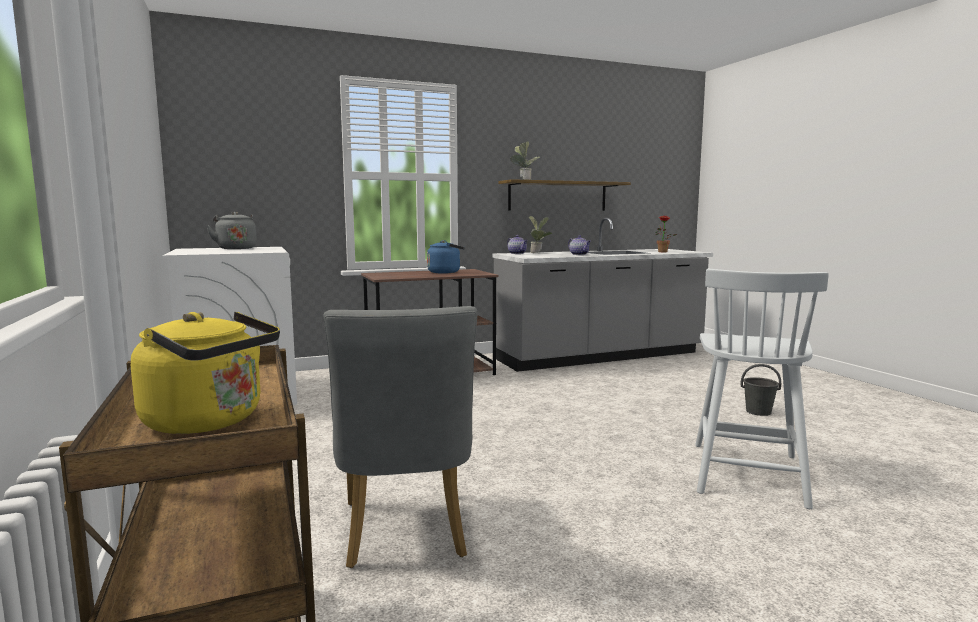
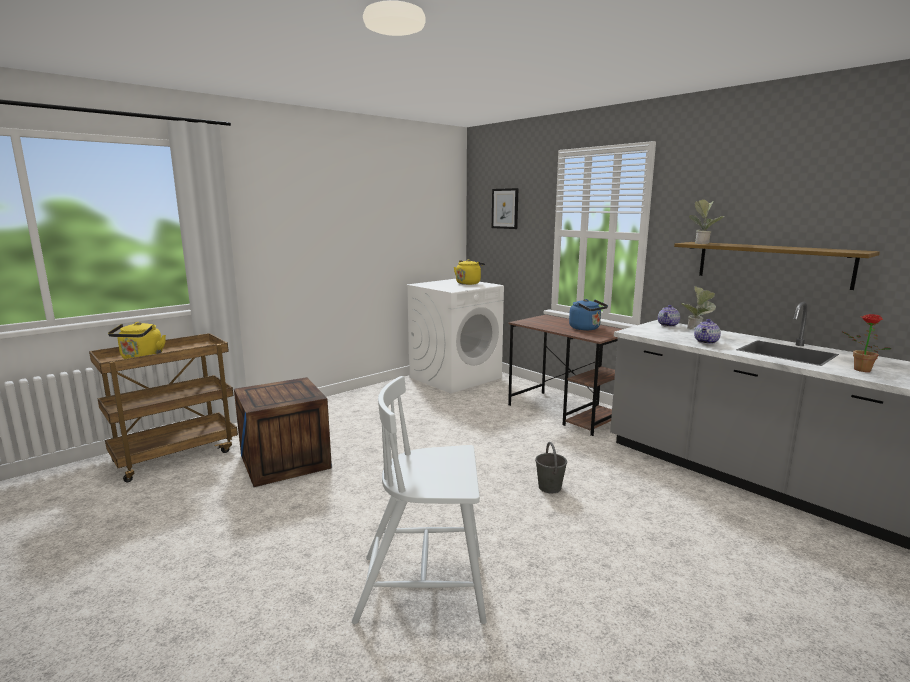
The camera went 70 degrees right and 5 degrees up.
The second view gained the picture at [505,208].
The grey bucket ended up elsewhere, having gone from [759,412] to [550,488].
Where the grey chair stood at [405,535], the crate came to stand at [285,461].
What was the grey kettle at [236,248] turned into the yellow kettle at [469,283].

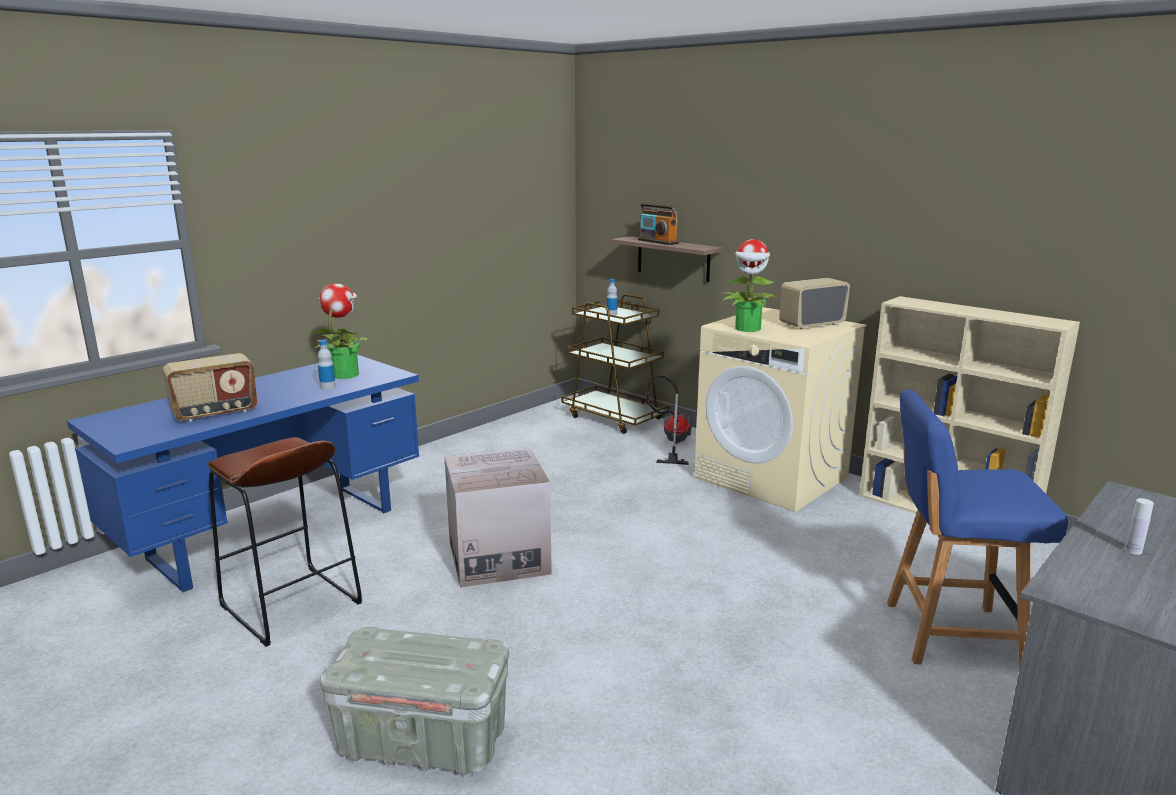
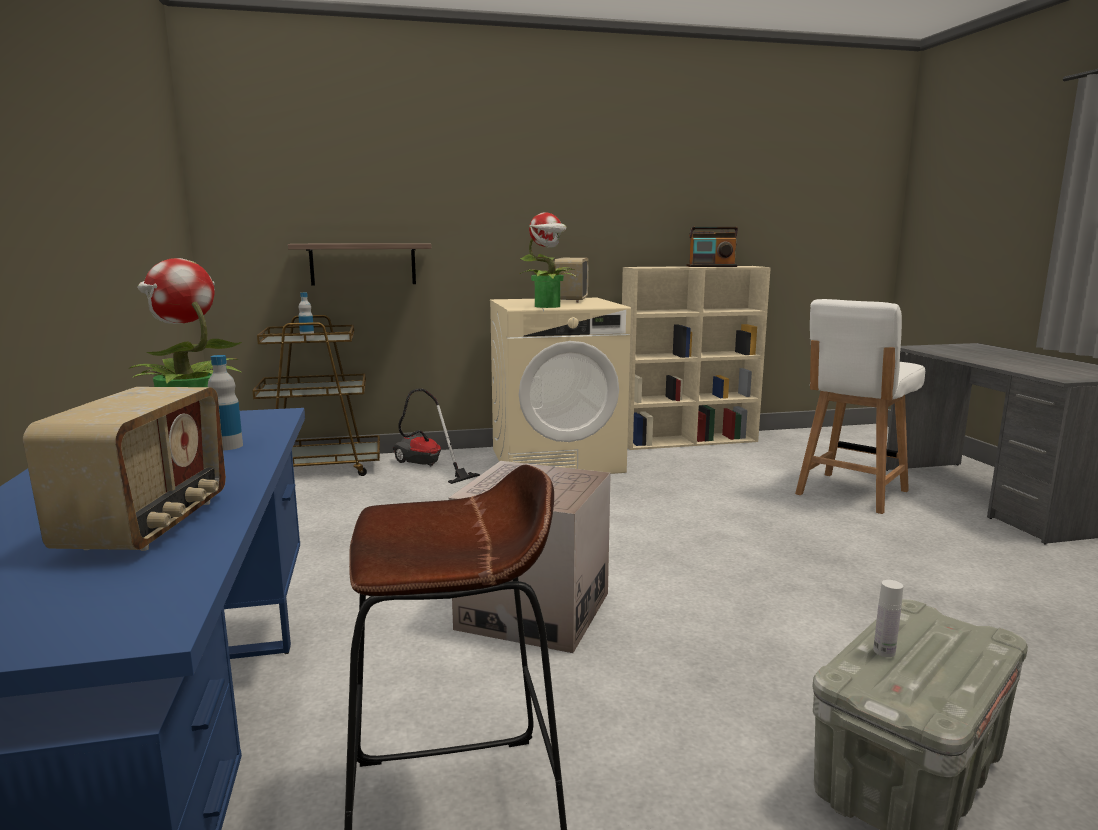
The camera went 55 degrees left and 5 degrees down.
The radio ended up elsewhere, having gone from [658,242] to [711,266].
The white bottle ended up elsewhere, having gone from [1133,550] to [884,651].
What was the blue chair at [949,634] turned into the white chair at [850,493].

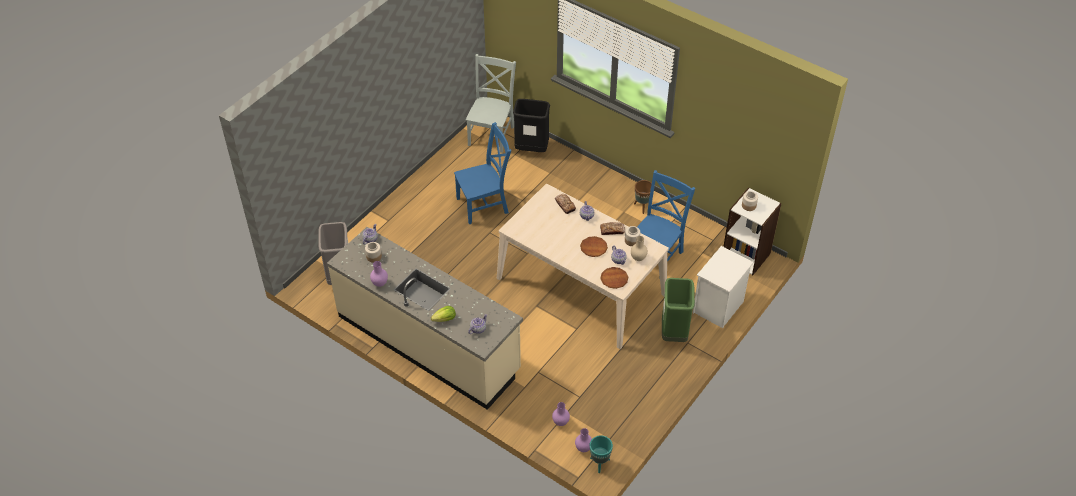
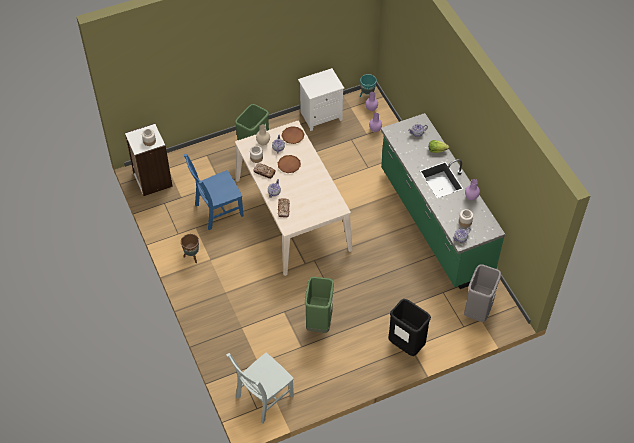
The camera went 150 degrees left and 5 degrees up.
The black trash can ended up elsewhere, having gone from [531,149] to [406,345].
The white nightstand ended up elsewhere, having gone from [718,308] to [321,115].
Where the blue chair stood at [484,205], the green trash can came to stand at [319,322].
What was the beige counter at [429,343] turned into the green counter at [434,223].

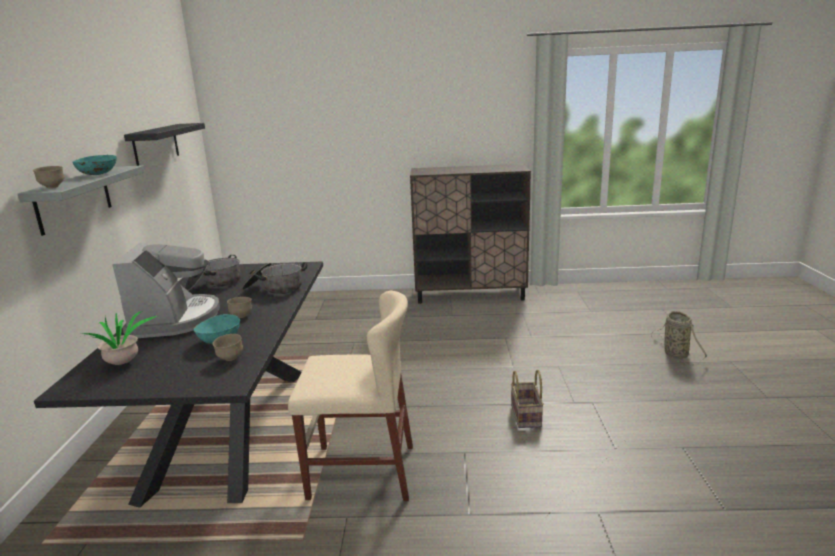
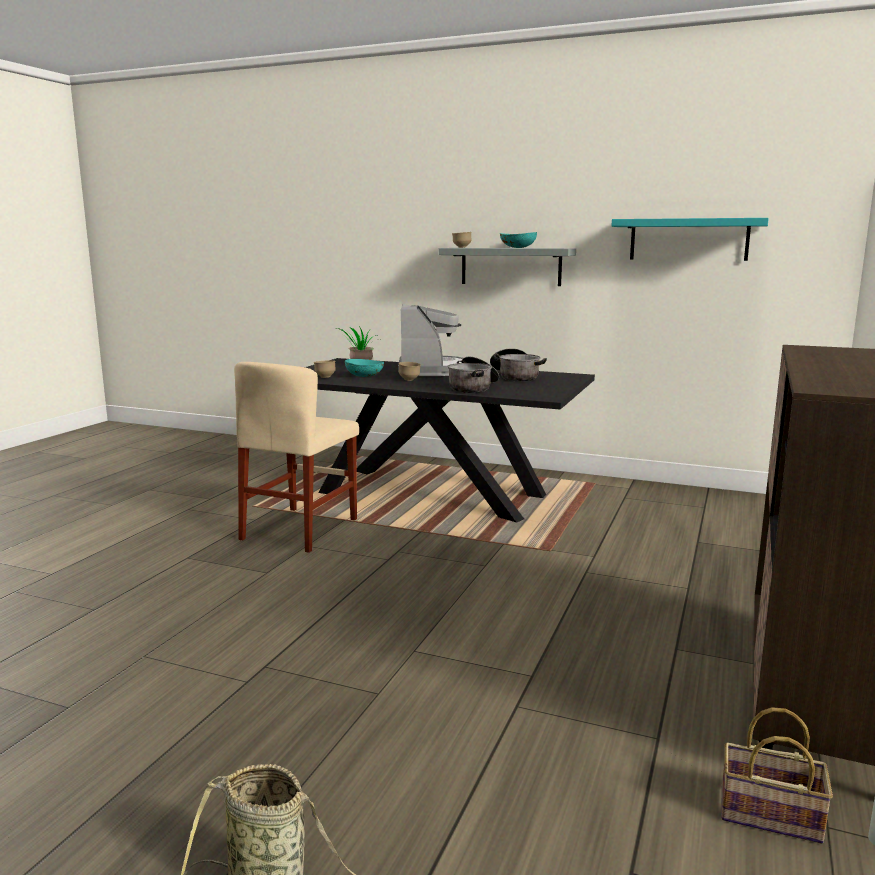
The camera went 110 degrees right and 5 degrees down.
The basket ended up elsewhere, having gone from [527,416] to [767,816].
What was the black shelf at [156,145] turned into the turquoise shelf at [688,239].
The coffee machine at [175,319] ended up facing another way, 105 degrees counterclockwise from before.

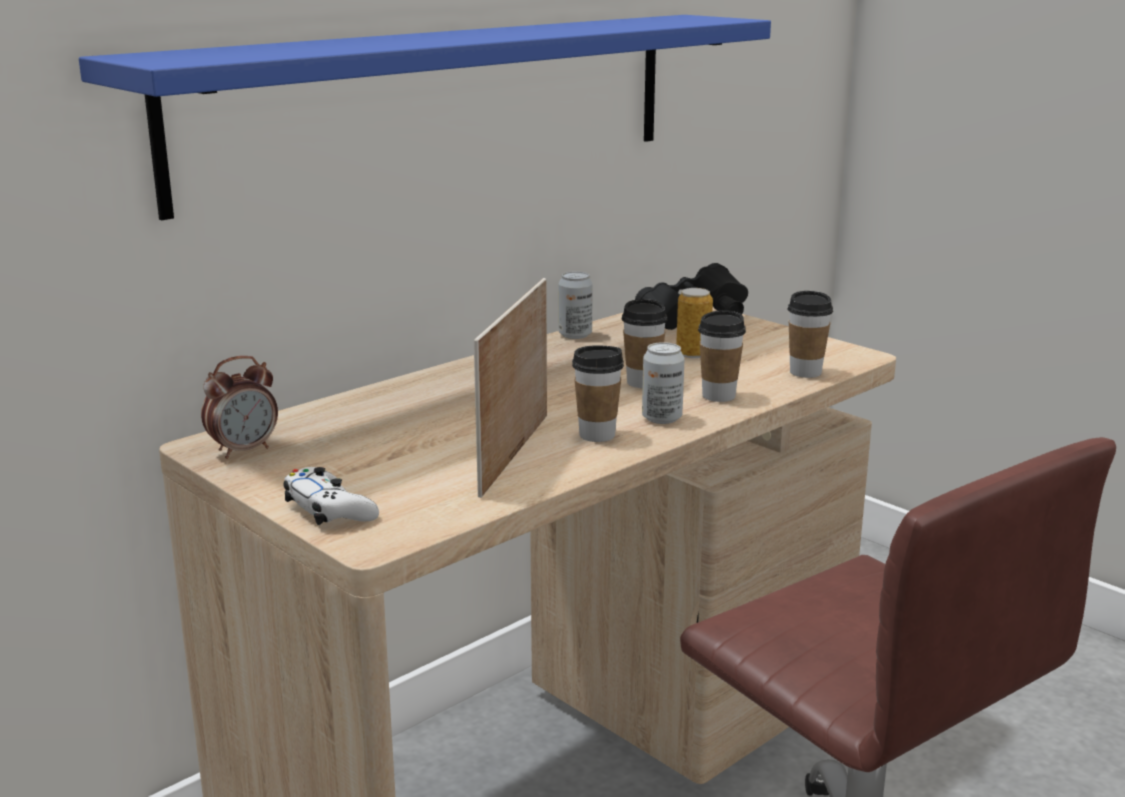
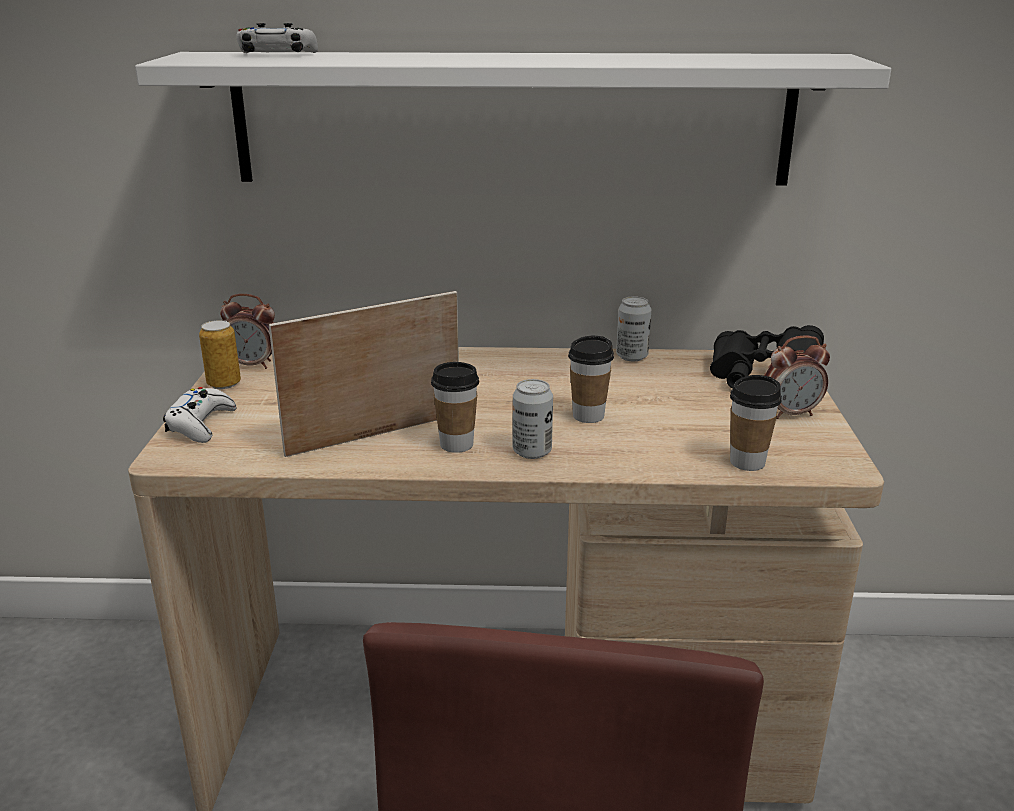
The camera went 45 degrees right and 5 degrees up.
The second view lost the cup at [718,396].
The second view gained the white game controller at [277,54].
The second view gained the alarm clock at [791,414].
The can ended up elsewhere, having gone from [693,354] to [224,384].
What was the blue shelf at [440,104] turned into the white shelf at [512,119].

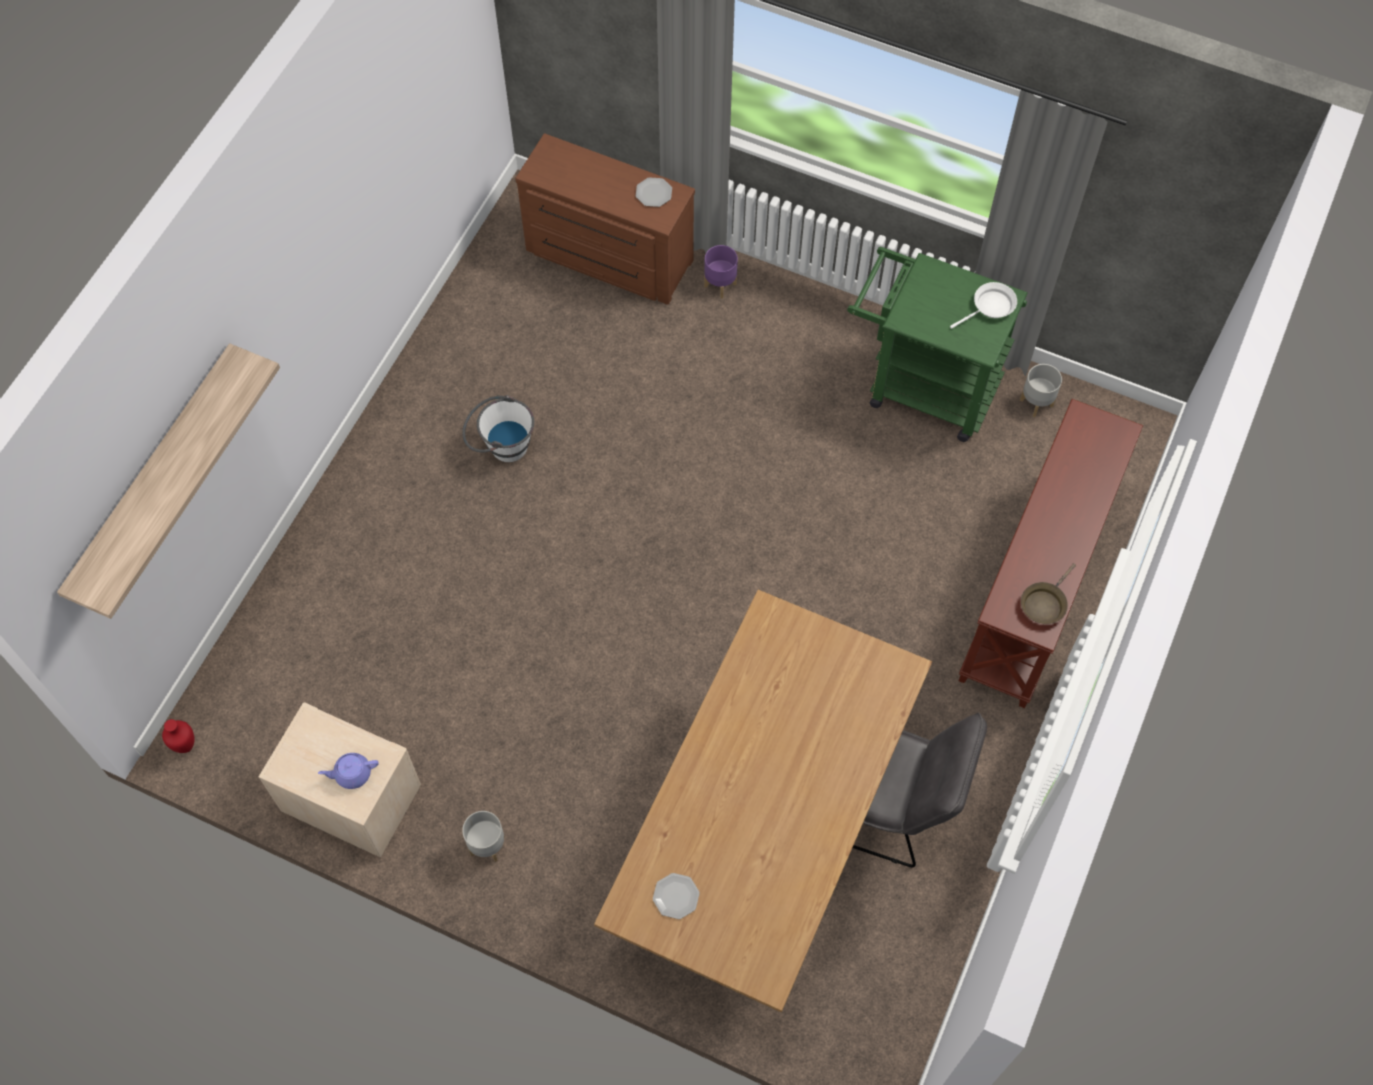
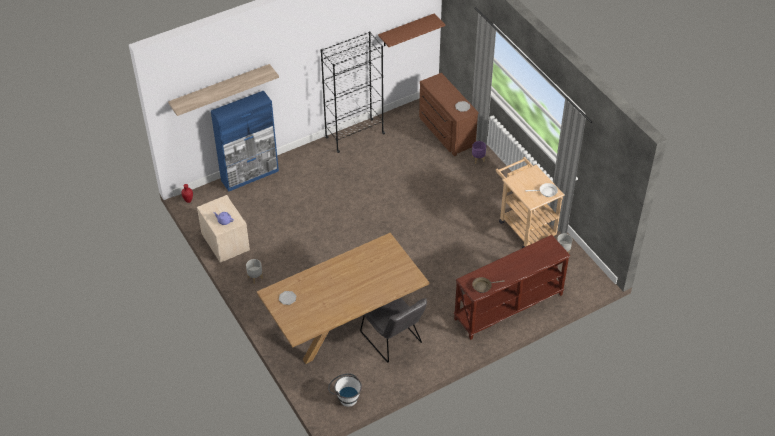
The camera went 35 degrees right and 15 degrees down.
The second view gained the blue cabinet at [250,175].
The second view gained the black bookcase at [354,136].
The second view gained the brown shelf at [406,30].
The white bucket ended up elsewhere, having gone from [501,445] to [345,397].
What was the green cart at [922,385] turned into the beige cart at [524,225].

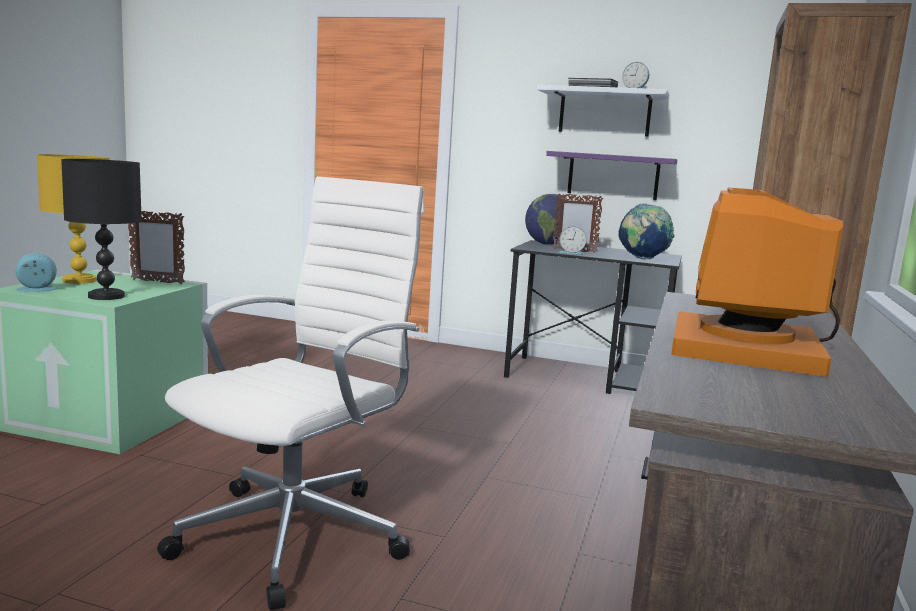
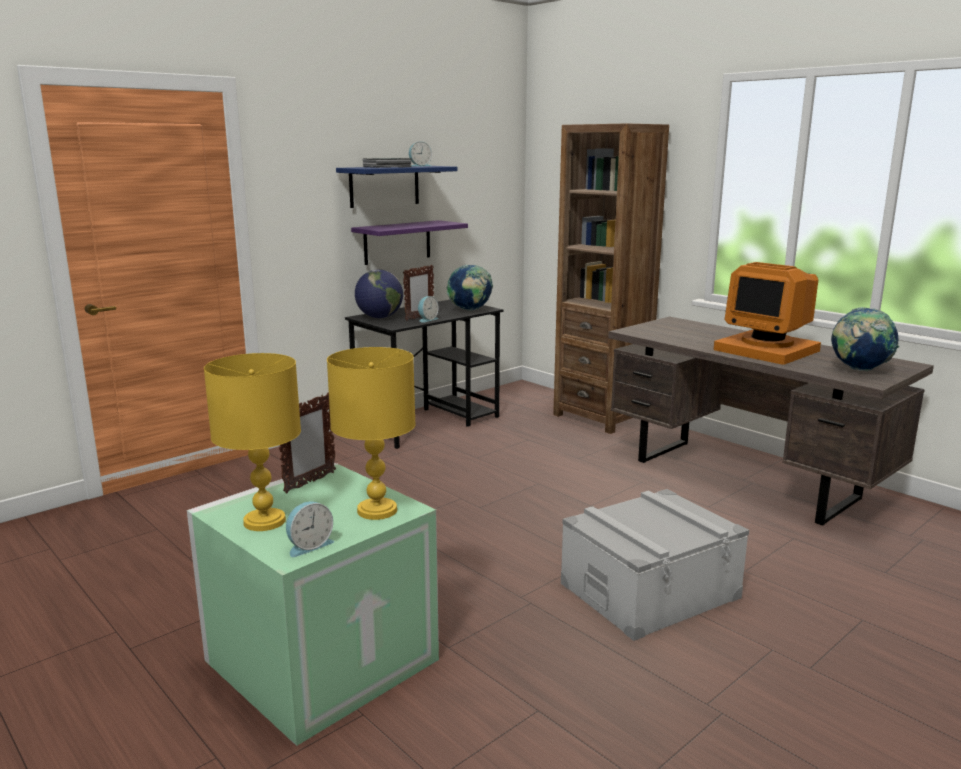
The camera went 60 degrees left and 5 degrees up.
The second view gained the globe at [859,370].
Where the white office chair stood at [298,534], the grey storage box came to stand at [649,590].
What was the black table lamp at [106,296] turned into the yellow table lamp at [376,510].
What was the white shelf at [604,113] turned into the blue shelf at [384,186].
The alarm clock at [37,290] ended up facing another way, 135 degrees counterclockwise from before.

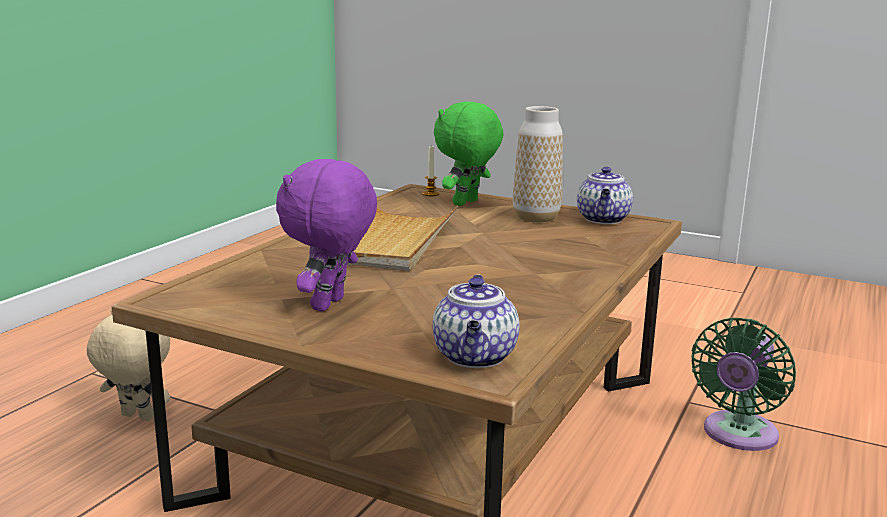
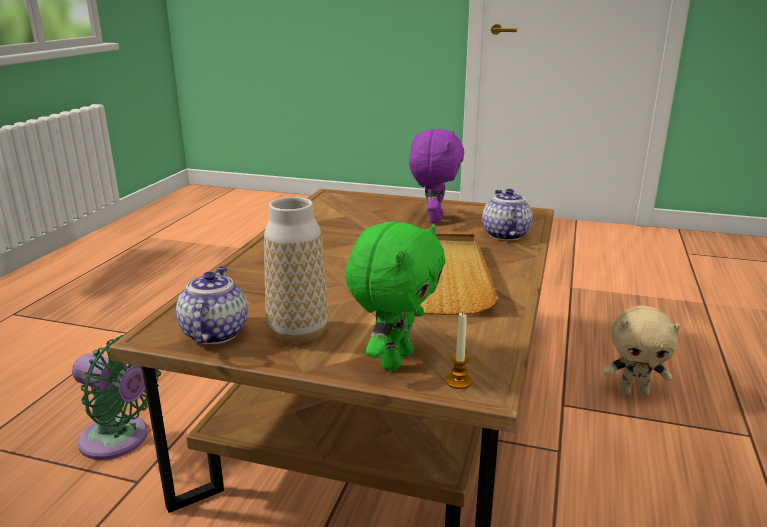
The camera went 170 degrees right and 5 degrees up.
The teapot ended up elsewhere, having gone from [475,357] to [504,234].
The green fan at [737,435] ended up facing another way, 90 degrees clockwise from before.

